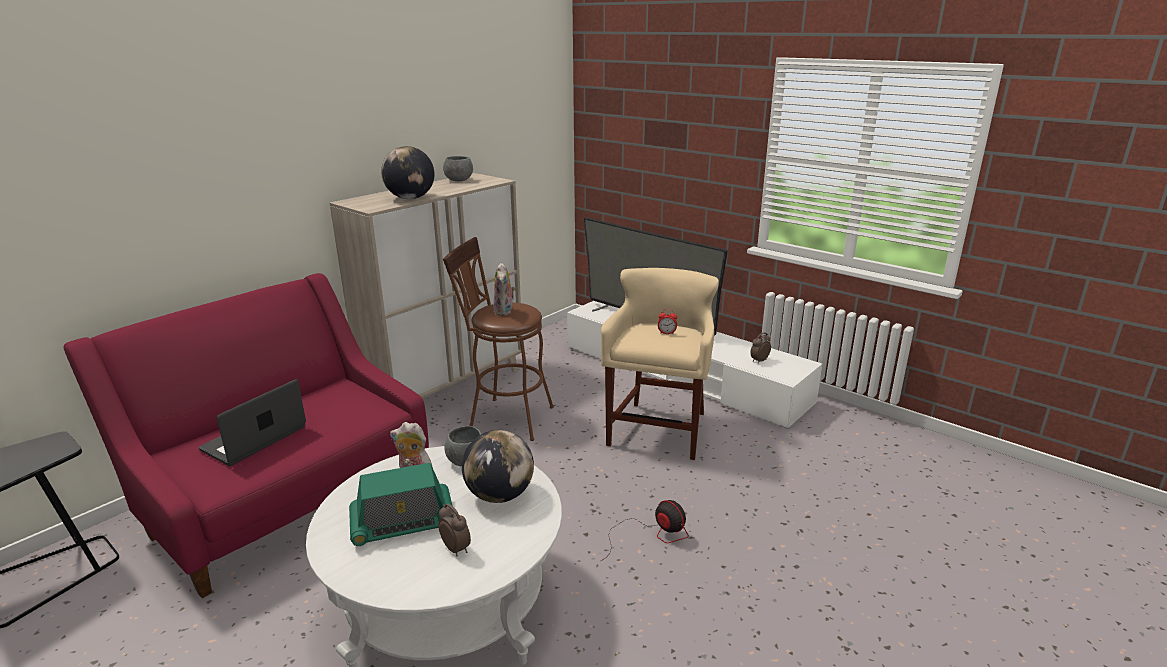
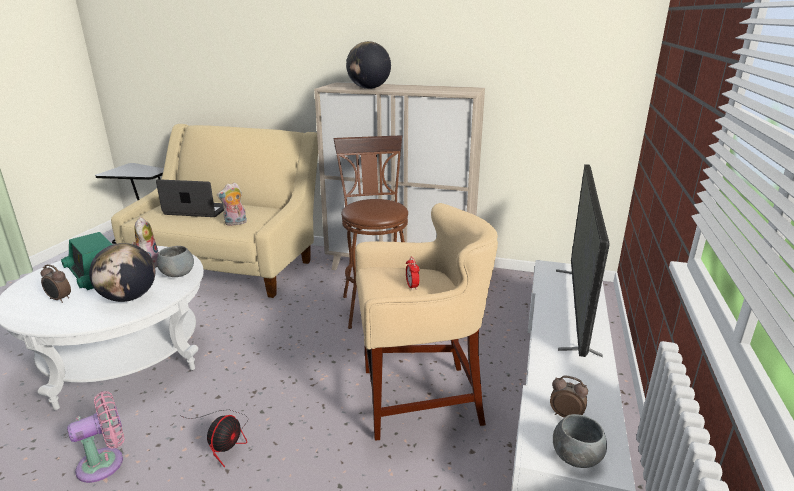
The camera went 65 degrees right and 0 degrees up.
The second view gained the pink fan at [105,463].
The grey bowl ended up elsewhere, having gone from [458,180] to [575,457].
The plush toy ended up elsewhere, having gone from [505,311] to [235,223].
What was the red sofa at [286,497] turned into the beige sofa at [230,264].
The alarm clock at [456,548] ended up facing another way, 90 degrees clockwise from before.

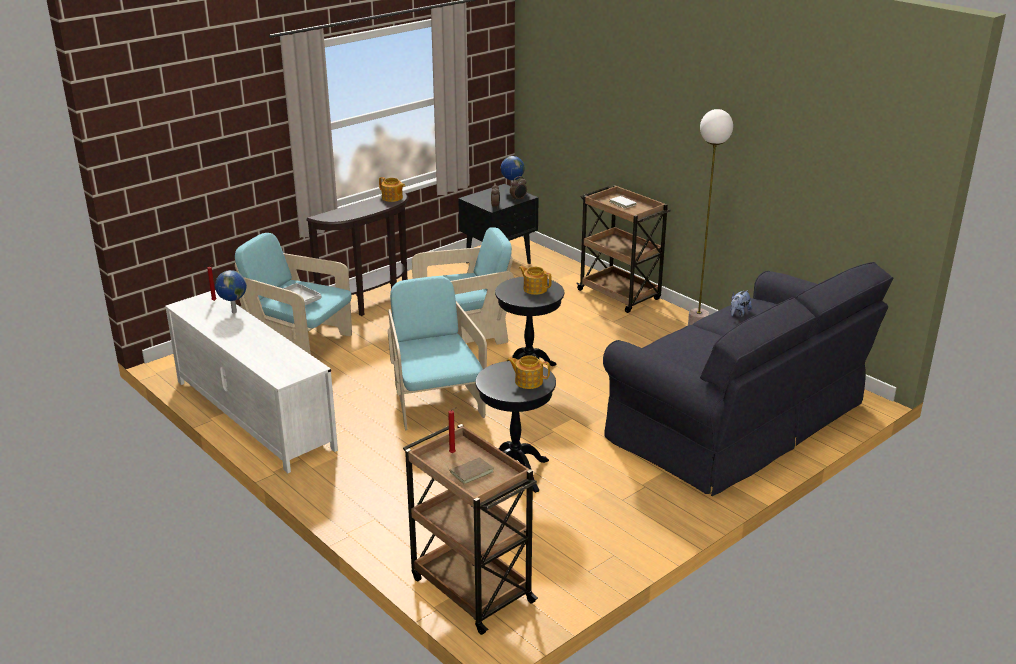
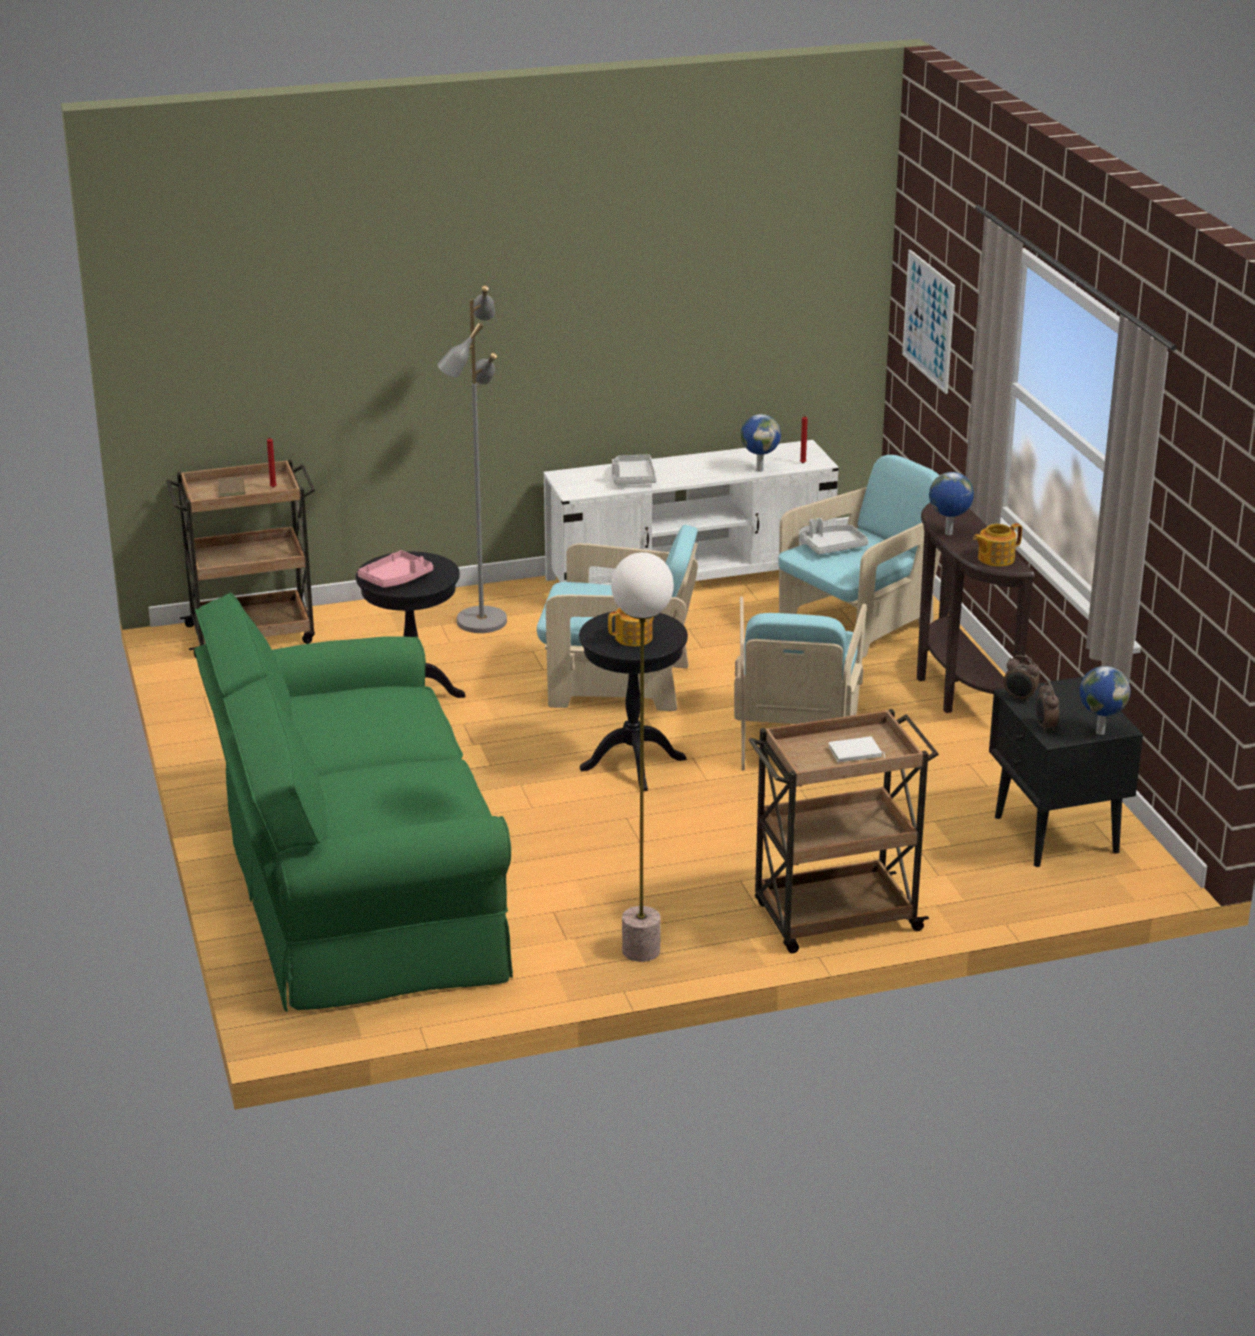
The camera went 115 degrees right and 0 degrees up.
The second view lost the plush toy at [738,313].
The second view gained the grey floor lamp at [480,621].
The second view gained the grey tray at [632,478].
The second view gained the picture at [929,321].
The second view gained the globe at [948,534].
Where the teapot stood at [528,381], the pink tray came to stand at [396,579].
What was the black sofa at [740,421] turned into the green sofa at [355,888].

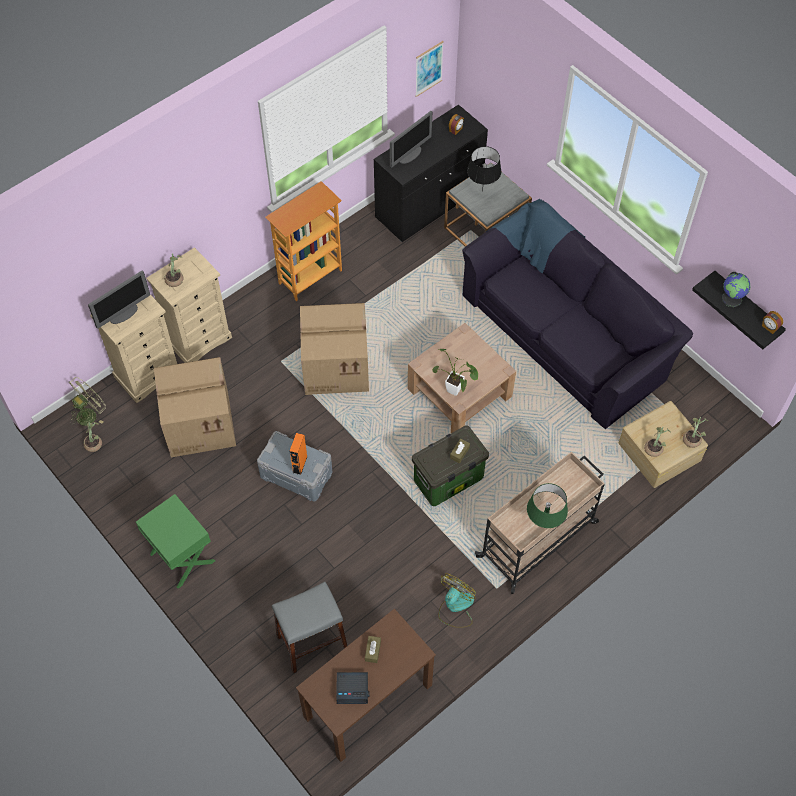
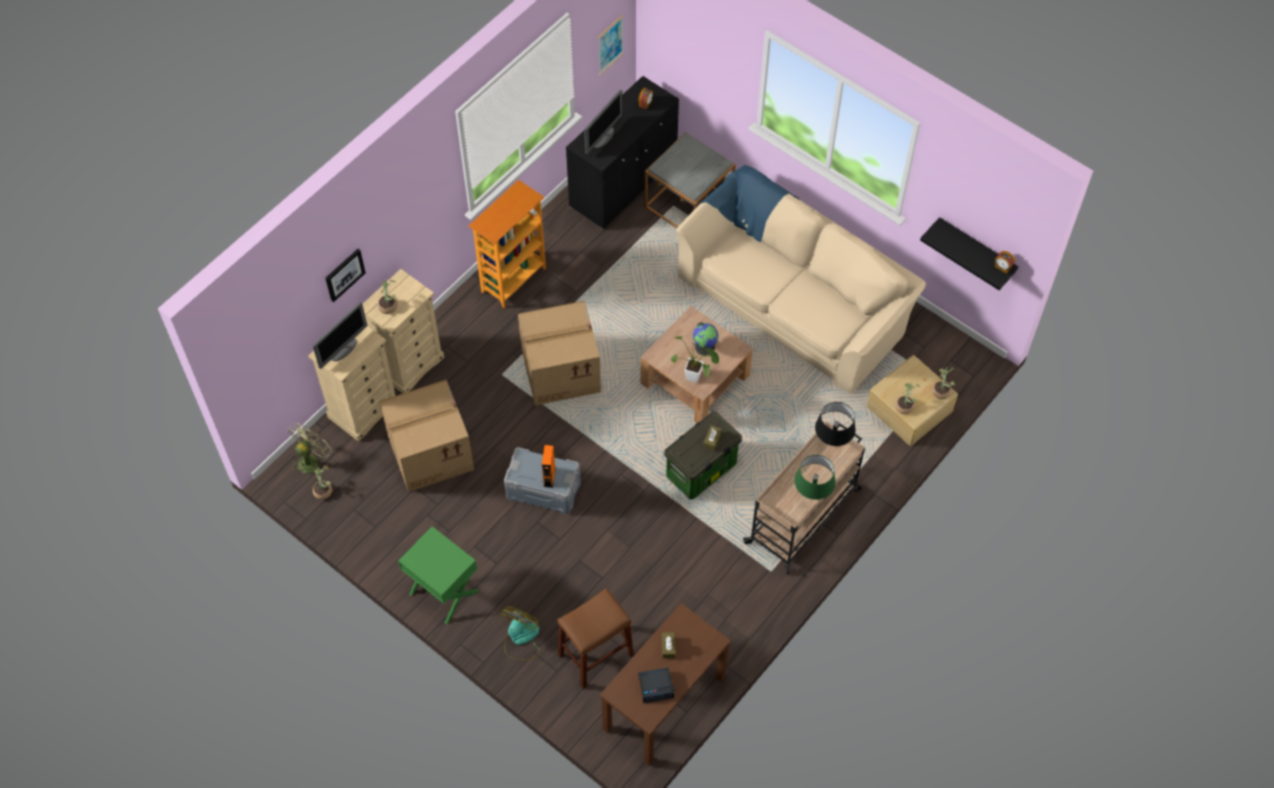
The camera went 10 degrees left and 0 degrees up.
The second view gained the picture at [344,274].
The fan ended up elsewhere, having gone from [455,607] to [521,639].
The black table lamp ended up elsewhere, having gone from [482,191] to [831,446].
The globe ended up elsewhere, having gone from [732,298] to [705,346].
What was the grey stool at [312,642] turned into the brown stool at [596,655].
What was the black sofa at [567,332] turned into the beige sofa at [794,299].

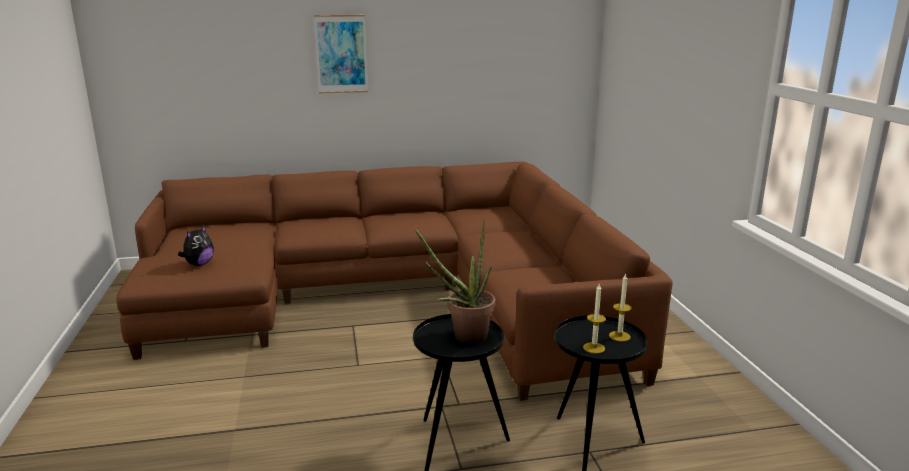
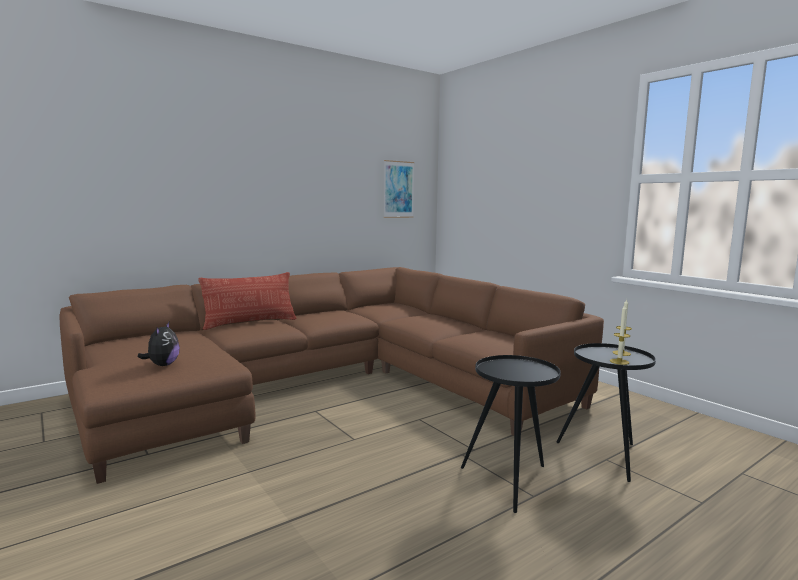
The camera went 25 degrees left and 10 degrees down.
The second view lost the potted plant at [463,337].
The second view gained the pillow at [250,323].
The picture ended up elsewhere, having gone from [341,54] to [398,189].

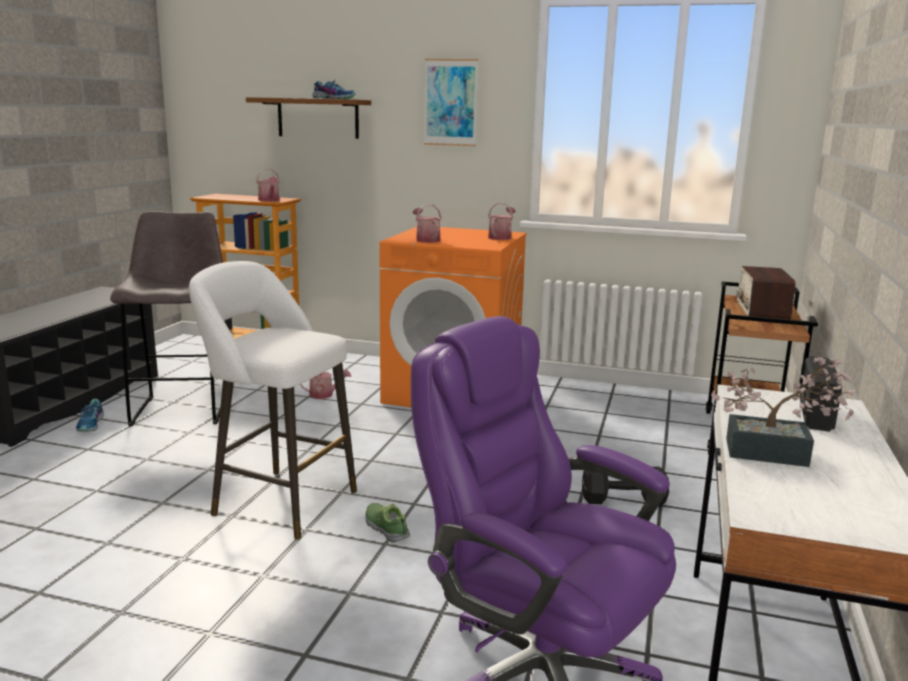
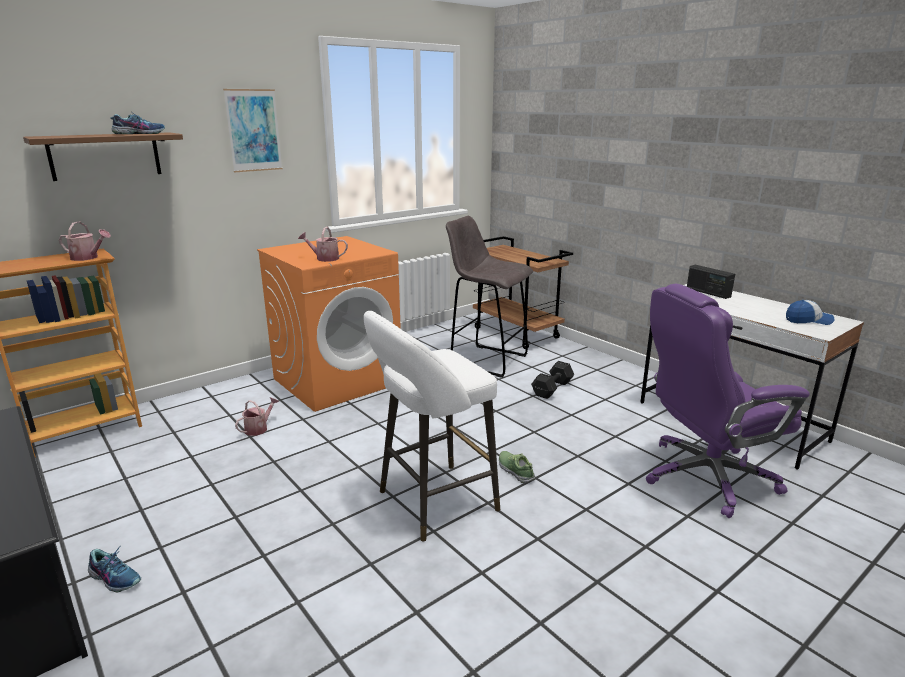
The camera went 55 degrees left and 5 degrees up.
The second view lost the watering can at [501,237].
The second view lost the potted plant at [777,454].
The second view lost the radio at [762,310].
The second view gained the cap at [808,320].
The grey stool ended up elsewhere, having gone from [183,409] to [486,360].
The shoe at [386,528] ended up facing another way, 60 degrees clockwise from before.

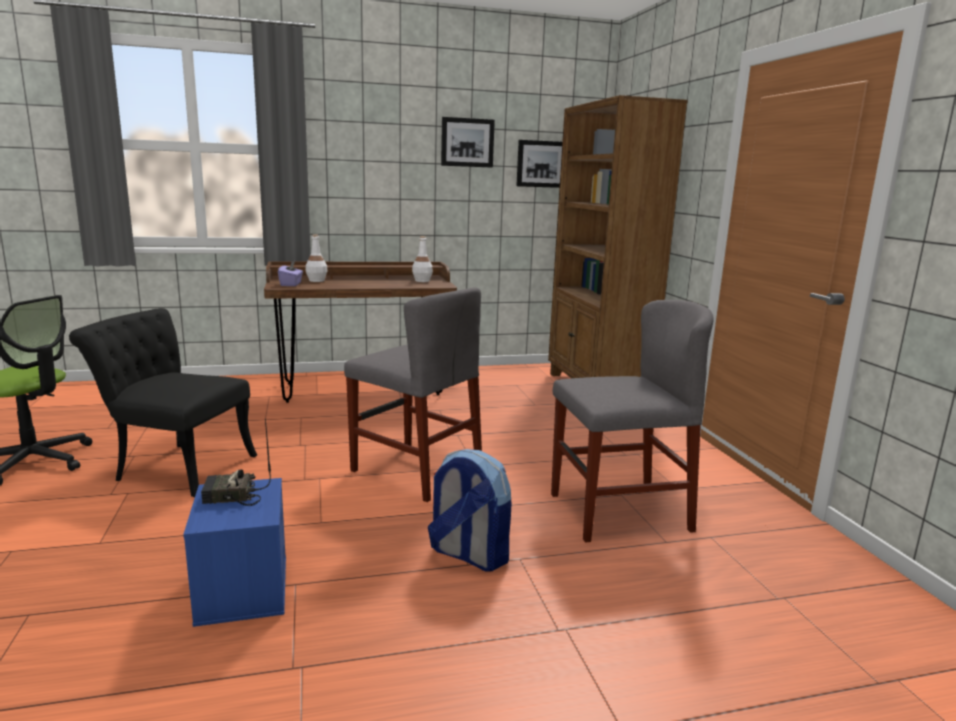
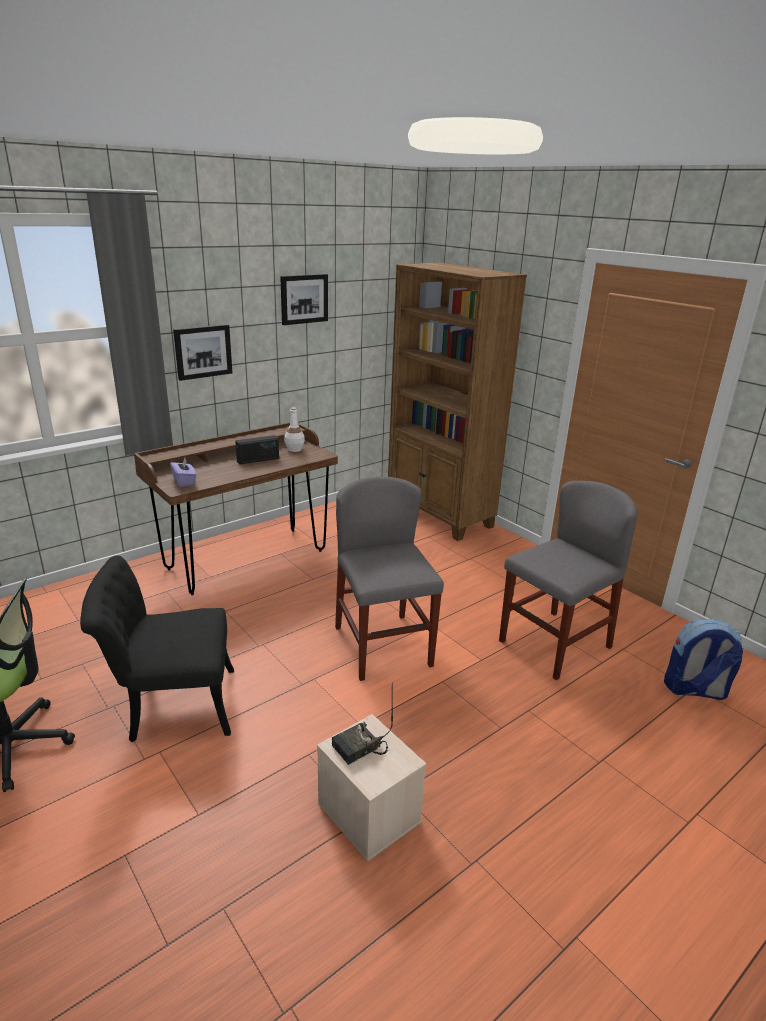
The camera went 25 degrees left and 10 degrees up.
The second view lost the white bottle at [316,280].
The second view gained the radio at [258,460].
The backpack ended up elsewhere, having gone from [468,555] to [694,690].
The picture ended up elsewhere, having gone from [541,164] to [203,351].
What was the blue storage box at [241,588] turned into the beige storage box at [367,812].
The grey chair at [416,470] ended up facing another way, 120 degrees counterclockwise from before.

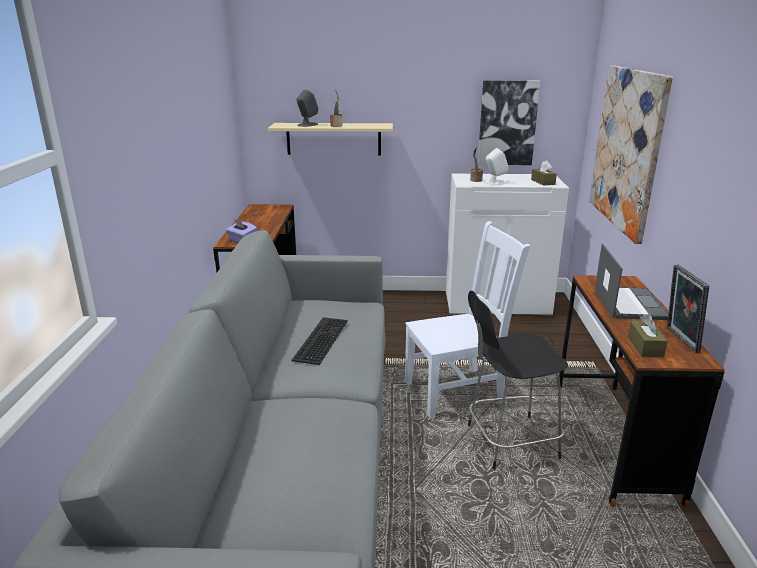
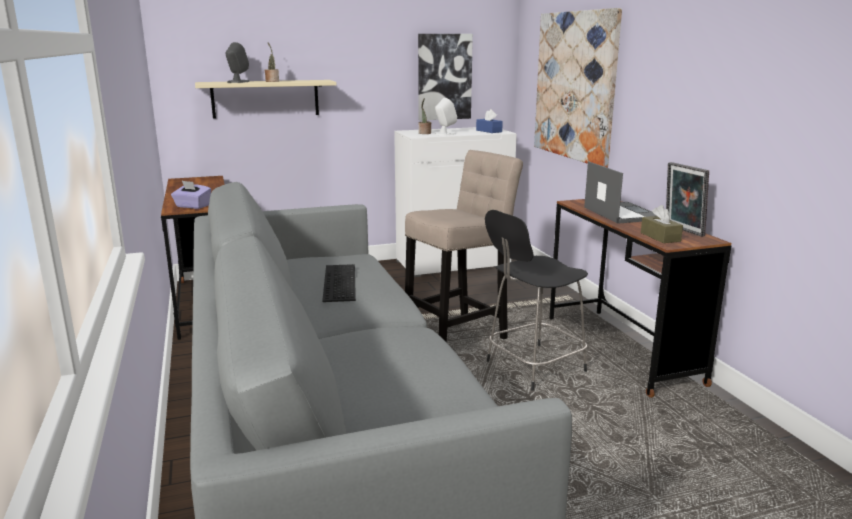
The camera went 20 degrees left and 5 degrees down.
Where the white chair stood at [457,392], the beige stool came to stand at [460,337].
What was the brown tissue box at [543,182] turned into the blue tissue box at [489,131].

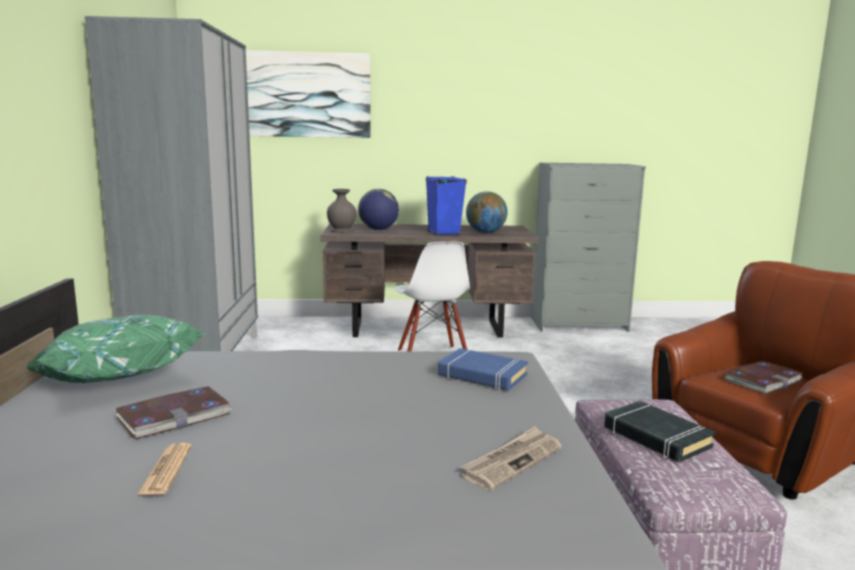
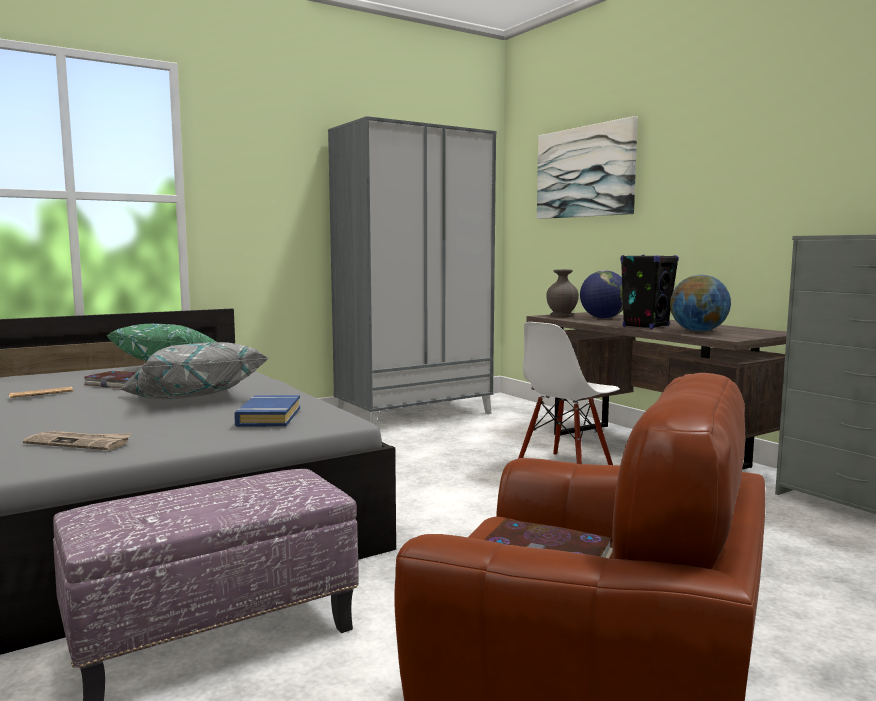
The camera went 60 degrees right and 5 degrees down.
The second view lost the black book at [656,437].
The second view gained the grey pillow at [193,399].
What was the blue speaker at [443,233] turned into the black speaker at [646,326].

